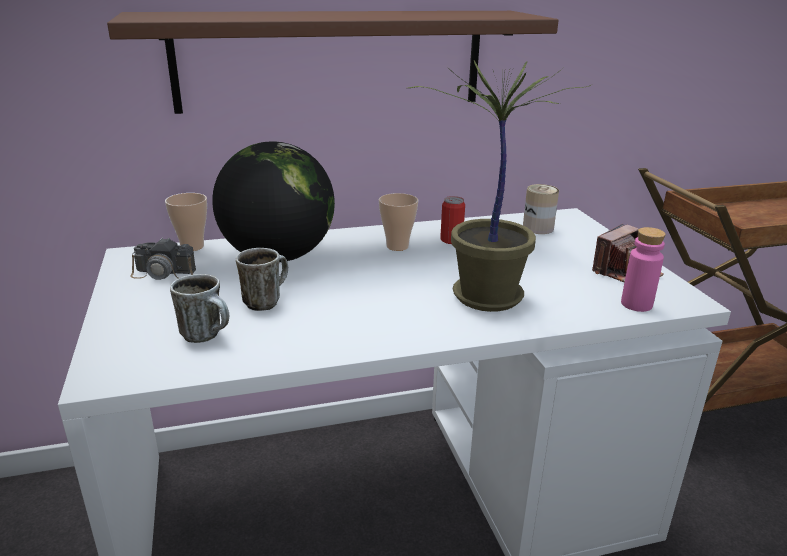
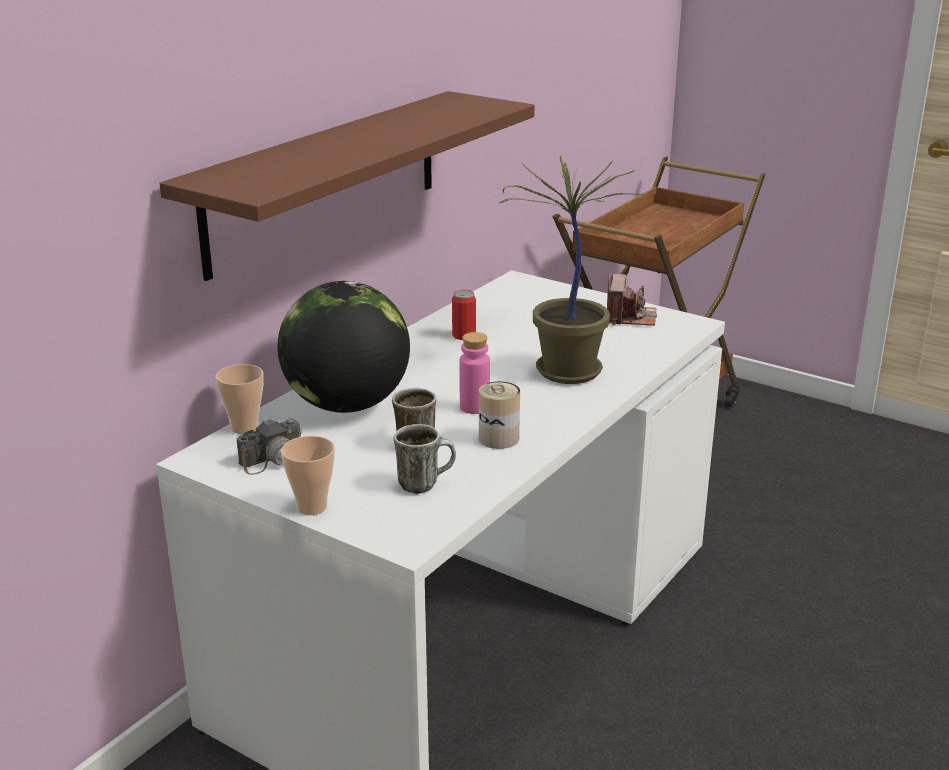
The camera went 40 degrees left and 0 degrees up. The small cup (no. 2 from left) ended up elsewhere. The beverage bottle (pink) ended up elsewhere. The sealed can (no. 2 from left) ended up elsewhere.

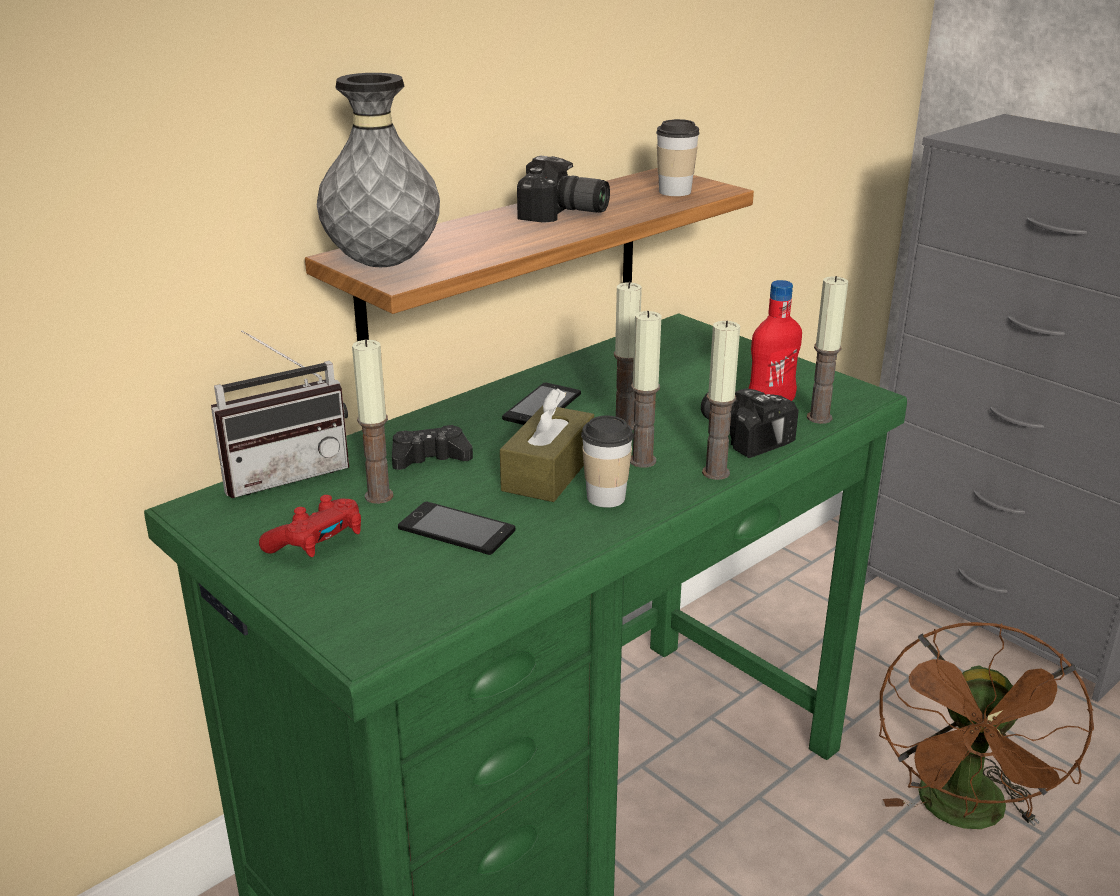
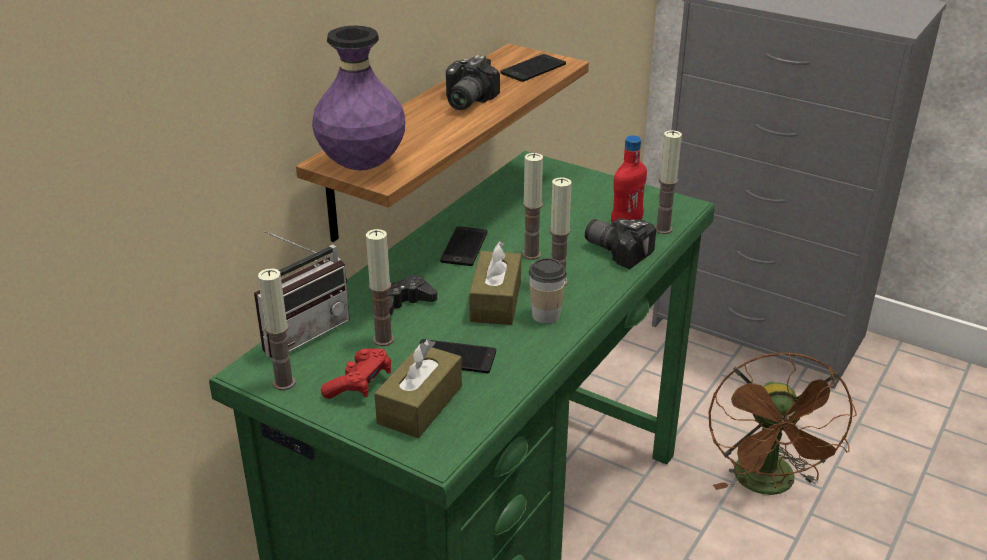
The camera went 15 degrees left and 5 degrees up. The wax light (no. 4 from left in the first image) ended up elsewhere. What was the flower vase (greyish) turned into the flower vase (purple). The second view gained the tissue holder (brown-coloured) (no. 1 from left). The still camera (no. 1 from left) ended up facing another way, 105 degrees clockwise from before. Where the small cup (no. 2 from left) stood, the handset (no. 3 from left) came to stand.

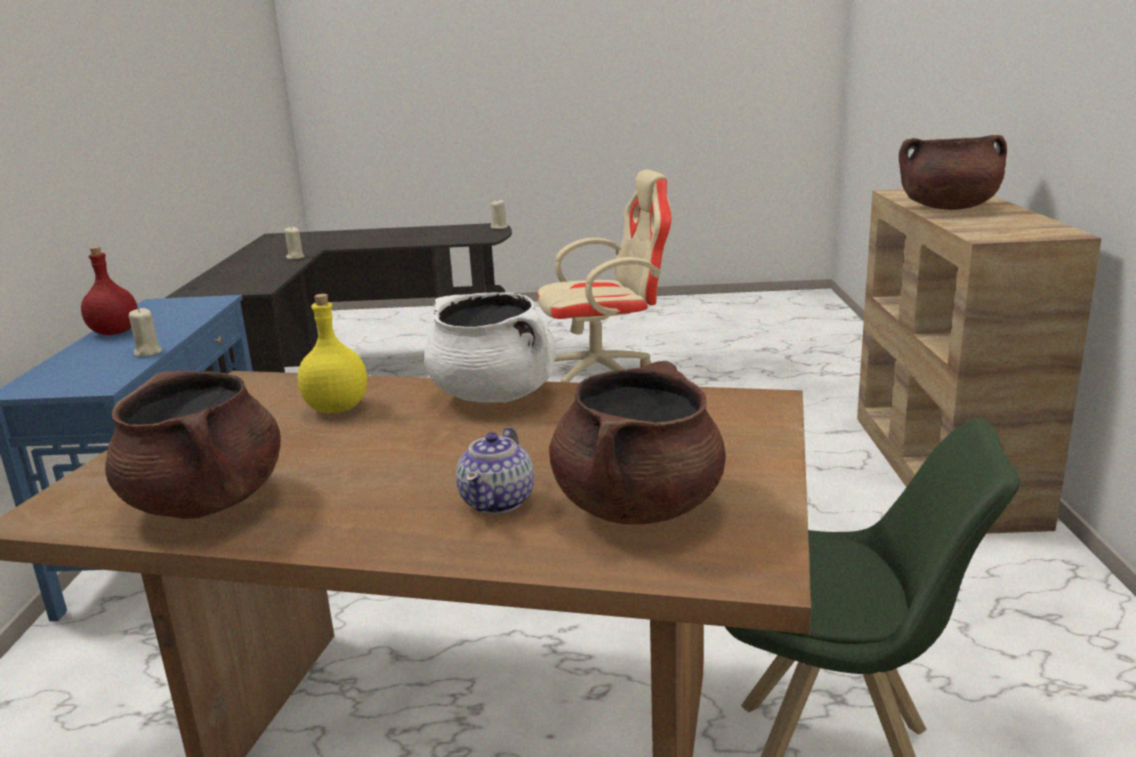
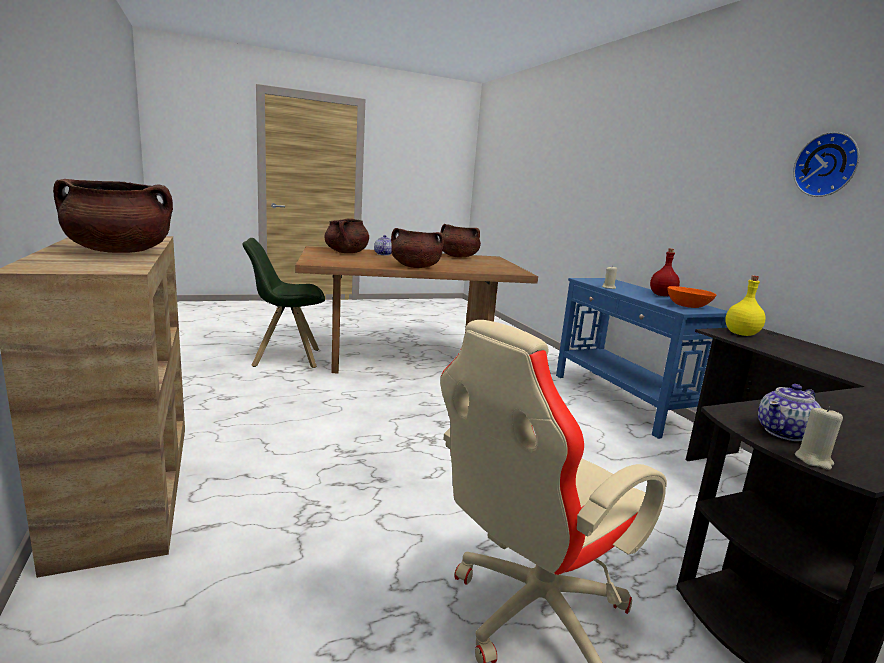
The camera went 155 degrees right and 5 degrees down. What was the cooking pot (white) turned into the cooking pot (brown-coloured) (no. 3 from left). The second view gained the bowl (orange-coloured). The beverage bottle (yellowish) ended up elsewhere. The second view gained the tea pot (no. 2 from left). The second view gained the wall clock. The second view lost the wax light (sand-coloured) (no. 2 from left).

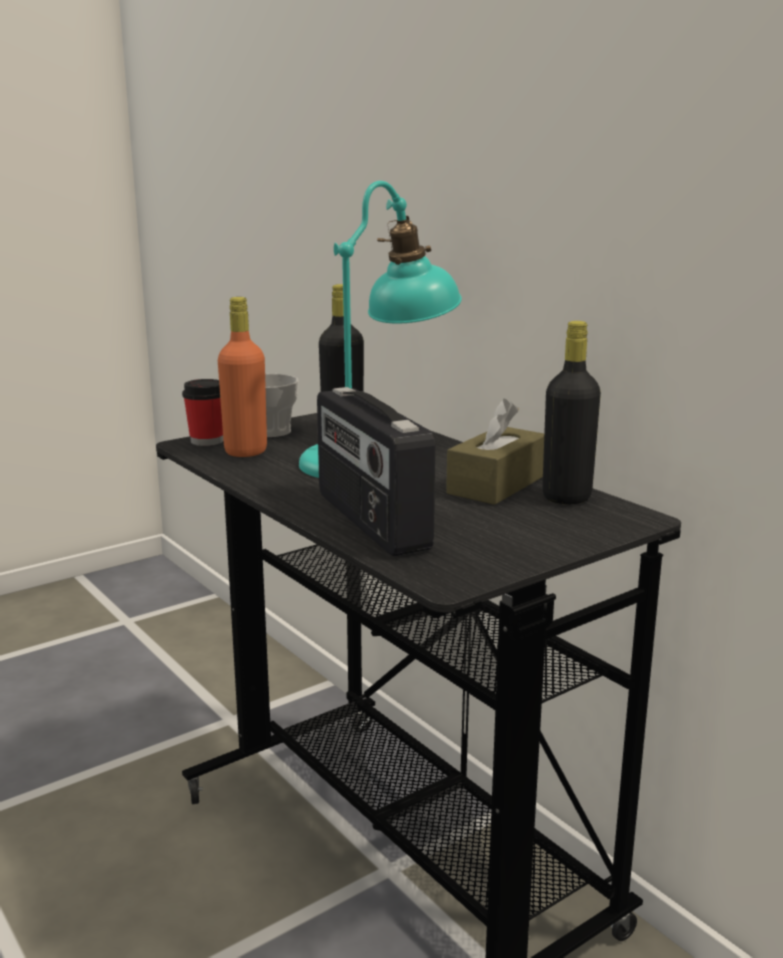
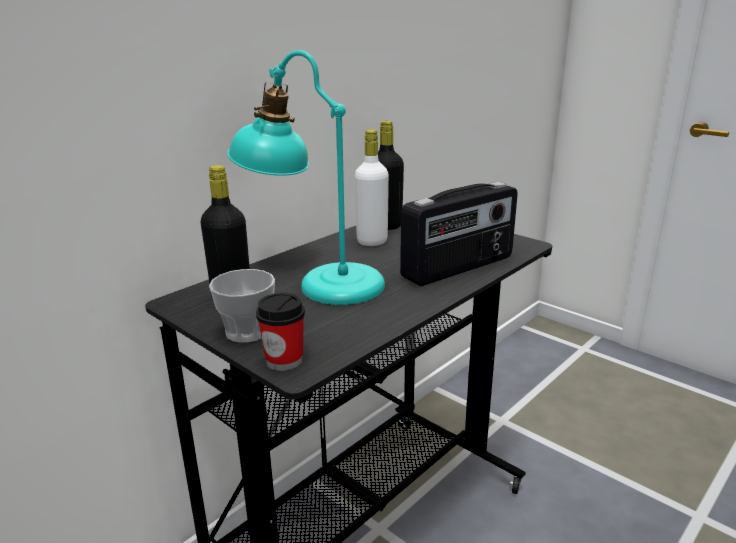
The camera went 100 degrees left and 5 degrees up. Where the tissue holder (brown-coloured) stood, the beverage bottle (white) came to stand. The second view lost the beverage bottle (orange-coloured).

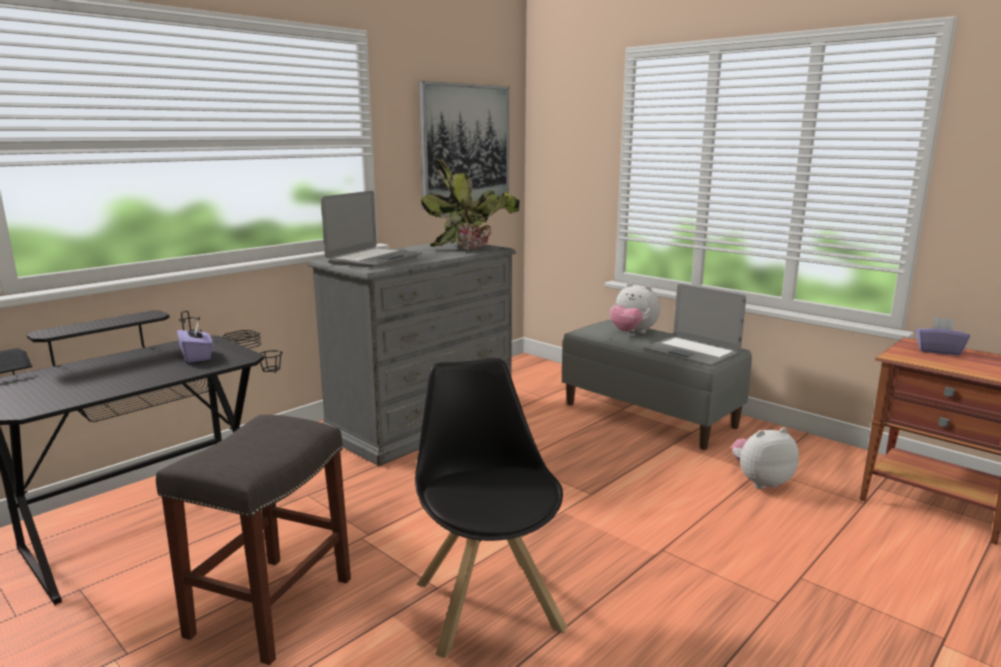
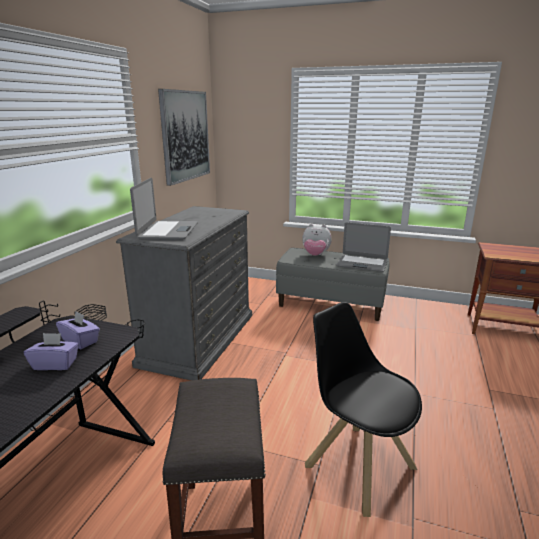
The camera went 25 degrees left and 5 degrees up. The tissue holder (purple) (no. 2 from left in the first image) ended up elsewhere. The second view lost the plant in a pot. The second view lost the cuddly toy (no. 2 from left).

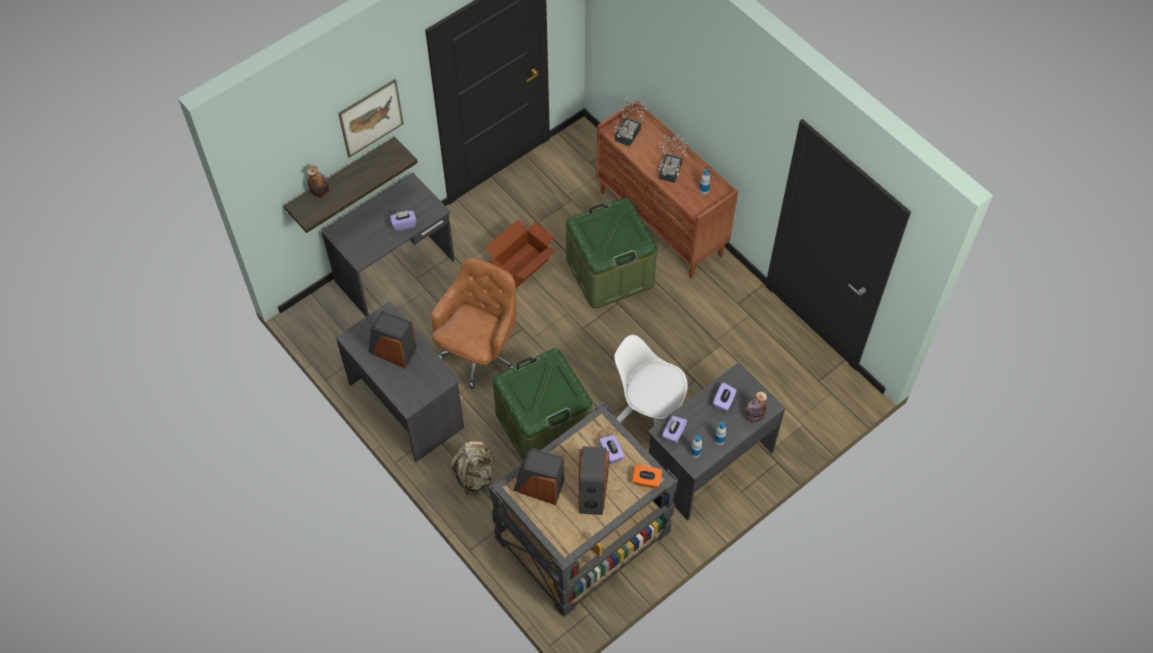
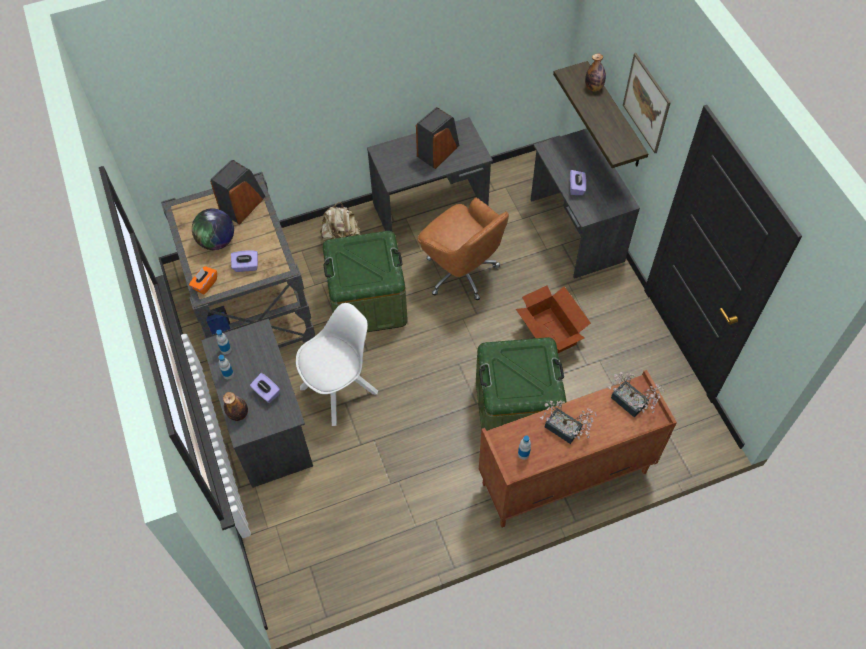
The camera went 110 degrees right and 0 degrees up. Where the speaker (no. 3 from left) stood, the globe came to stand. The second view lost the tissue holder (purple) (no. 3 from left).

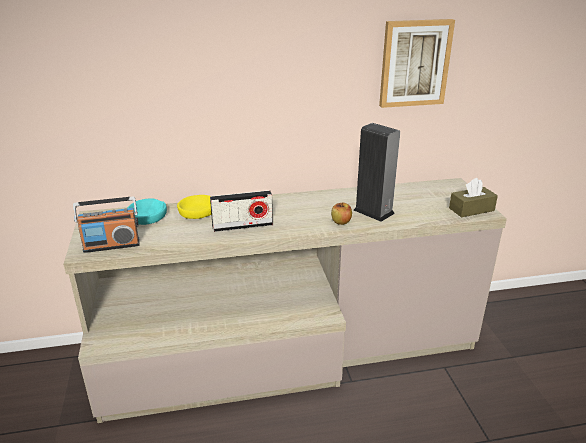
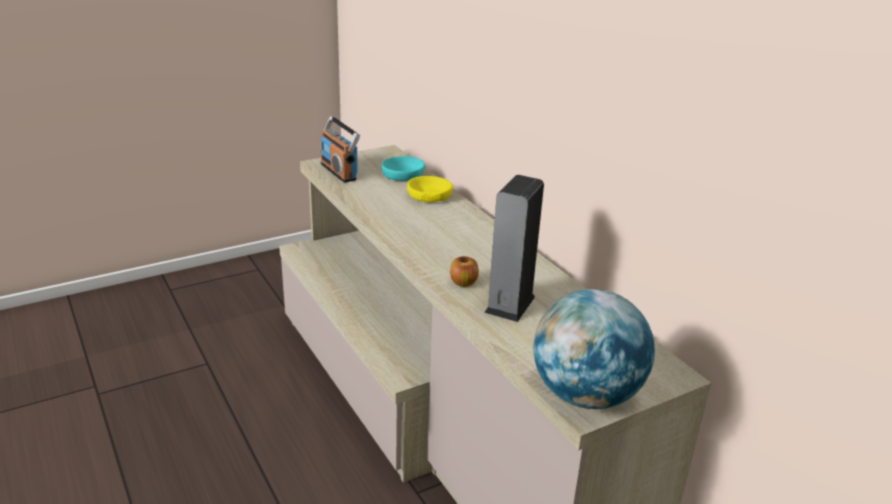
The camera went 70 degrees right and 0 degrees up. Where the tissue holder (brown-coloured) stood, the globe came to stand. The second view lost the radio (no. 2 from left). The second view lost the wall art.

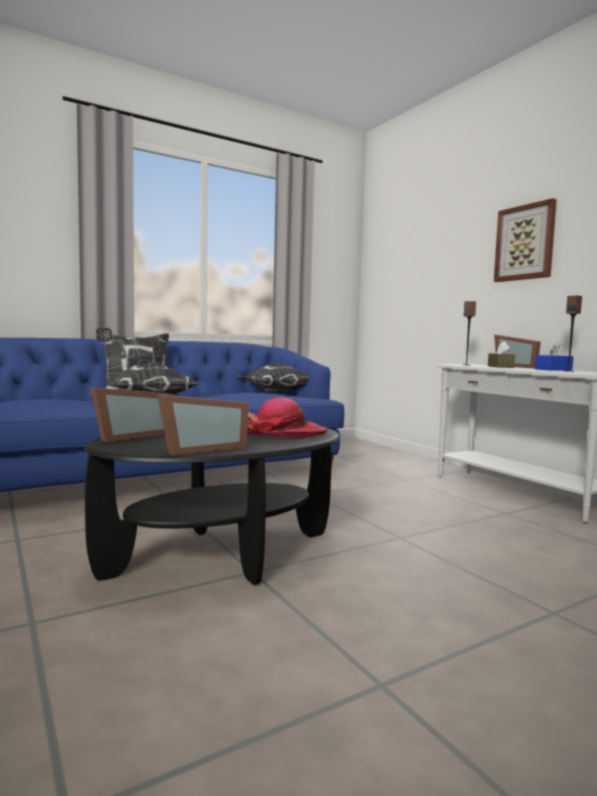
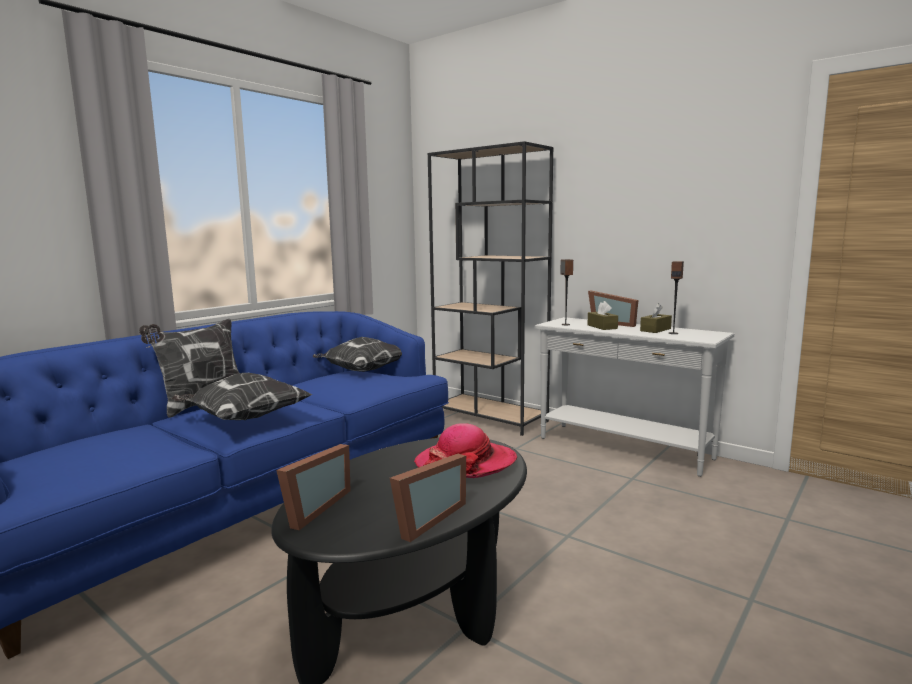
The camera went 20 degrees left and 5 degrees up. The second view gained the shelving unit. What was the tissue holder (bluish) turned into the tissue holder (brown-coloured) (no. 2 from left). The second view lost the wall art.

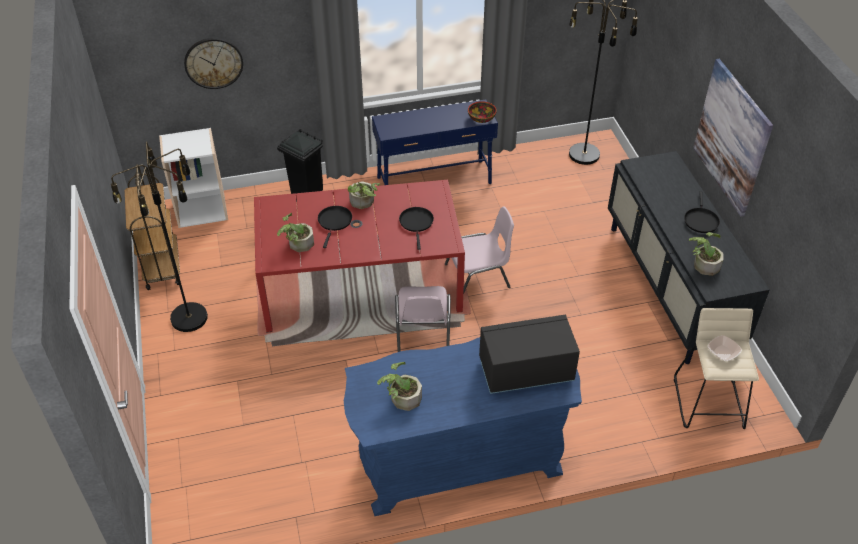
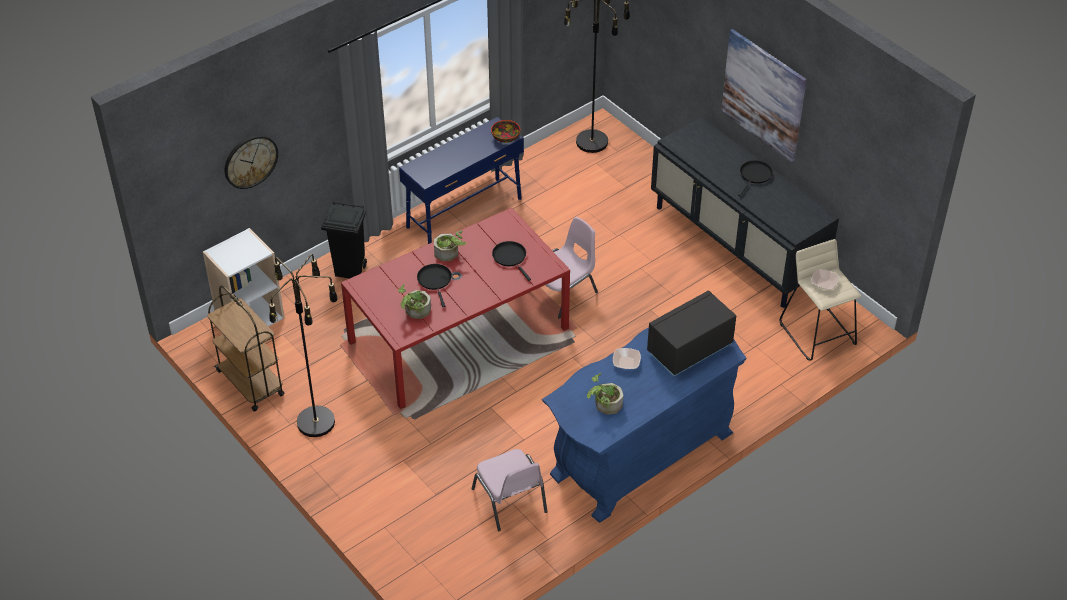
The camera went 25 degrees left and 0 degrees up. The upright chair (pink) (no. 1 from left) ended up elsewhere. The second view gained the bowl (no. 2 from left). The skillet (blackish) (no. 3 from left) ended up facing another way, 135 degrees counterclockwise from before. The second view lost the plant in a pot (no. 4 from left).

